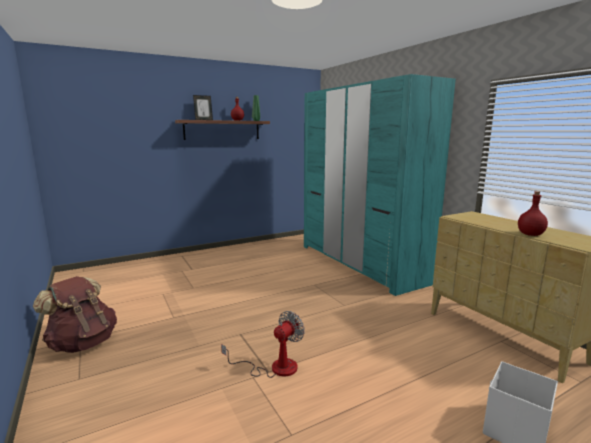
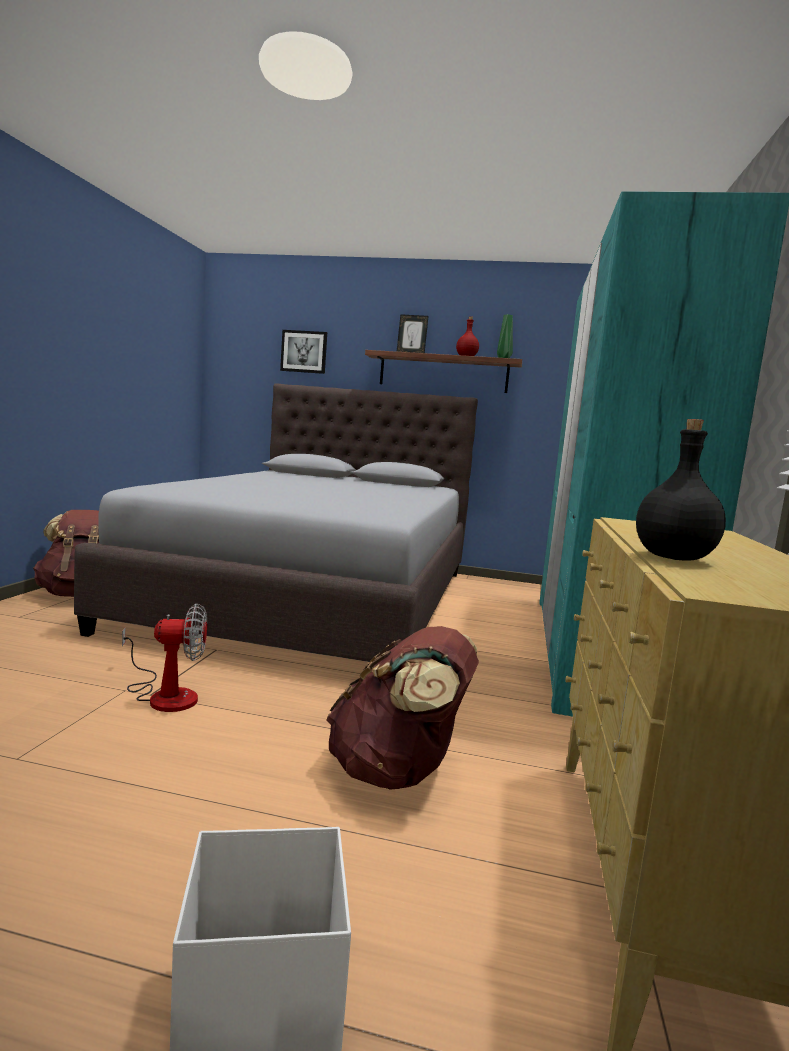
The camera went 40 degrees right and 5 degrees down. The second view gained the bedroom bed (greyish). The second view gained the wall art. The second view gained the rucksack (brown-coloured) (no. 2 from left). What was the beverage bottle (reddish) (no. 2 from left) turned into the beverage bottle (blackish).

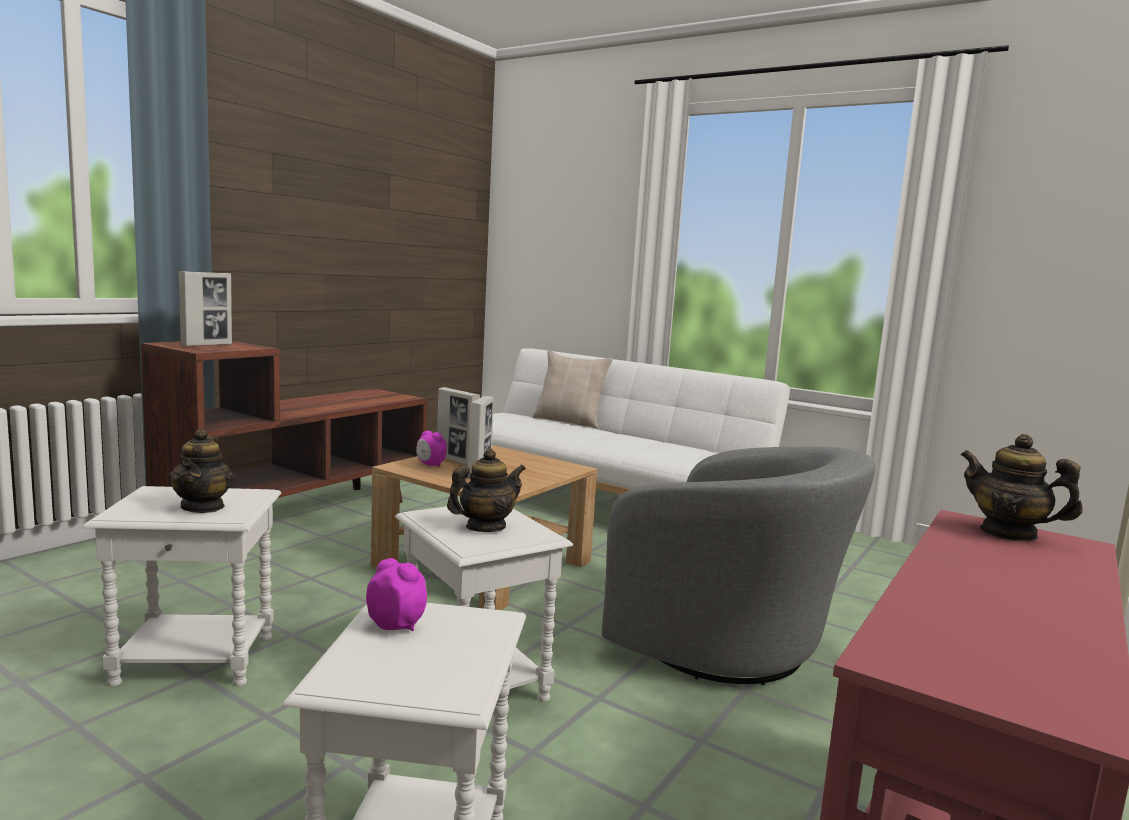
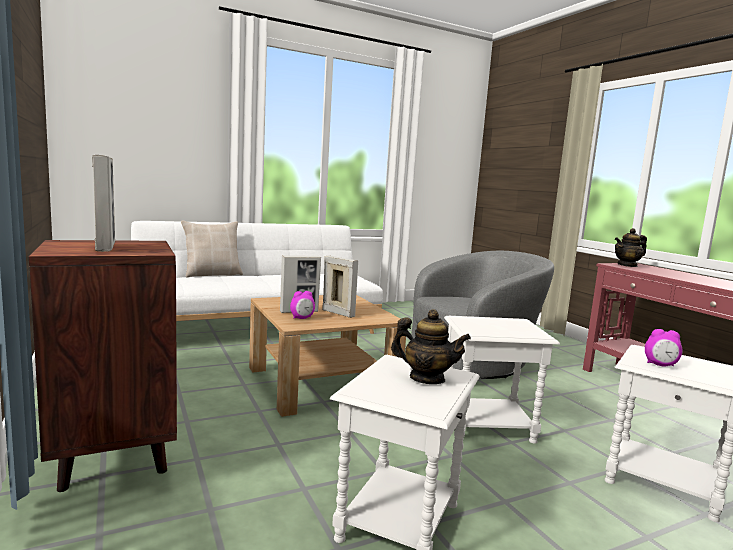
The camera went 60 degrees left and 0 degrees up. The table clock (no. 1 from left in the first image) ended up facing another way, 135 degrees counterclockwise from before. The second view lost the tea pot (no. 2 from left).

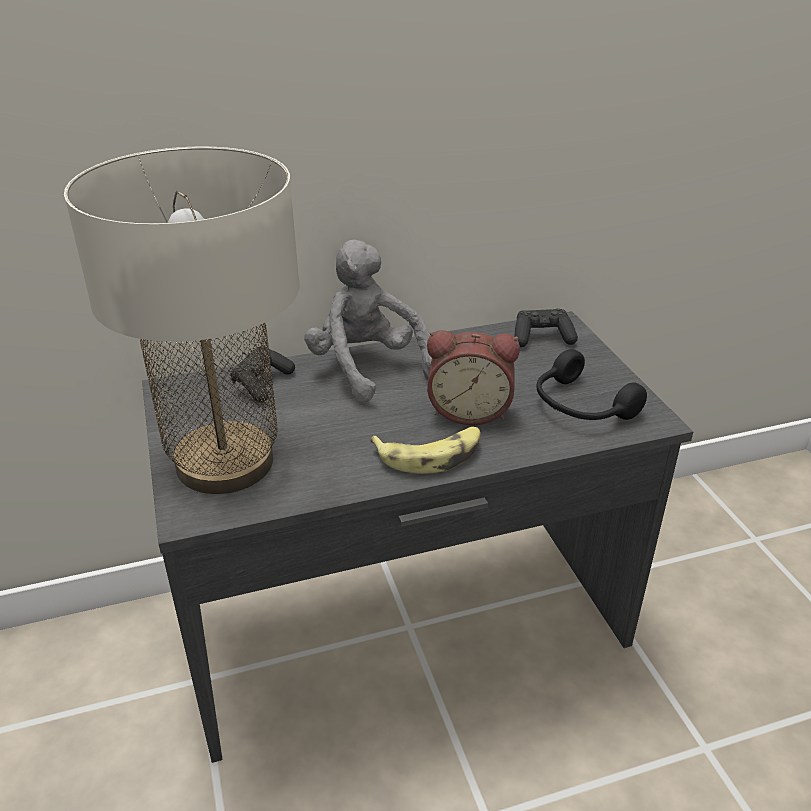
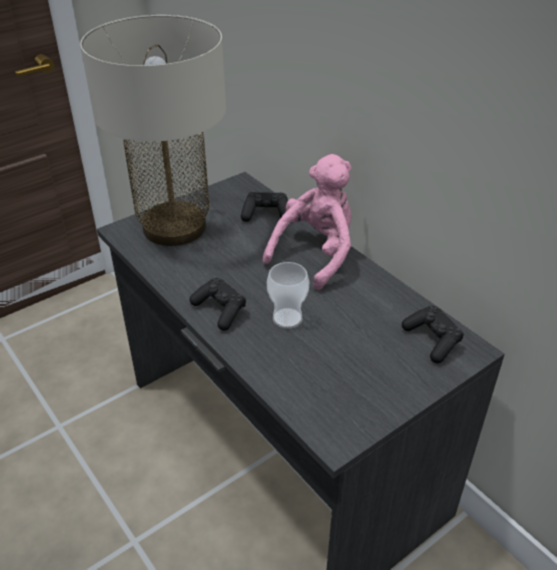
The camera went 70 degrees right and 5 degrees up. Where the whole banana stood, the game controller (blackish) (no. 1 from left) came to stand. What was the cuddly toy (greyish) turned into the cuddly toy (pink). Where the table clock stood, the small cup came to stand. The second view lost the headset (blackish).

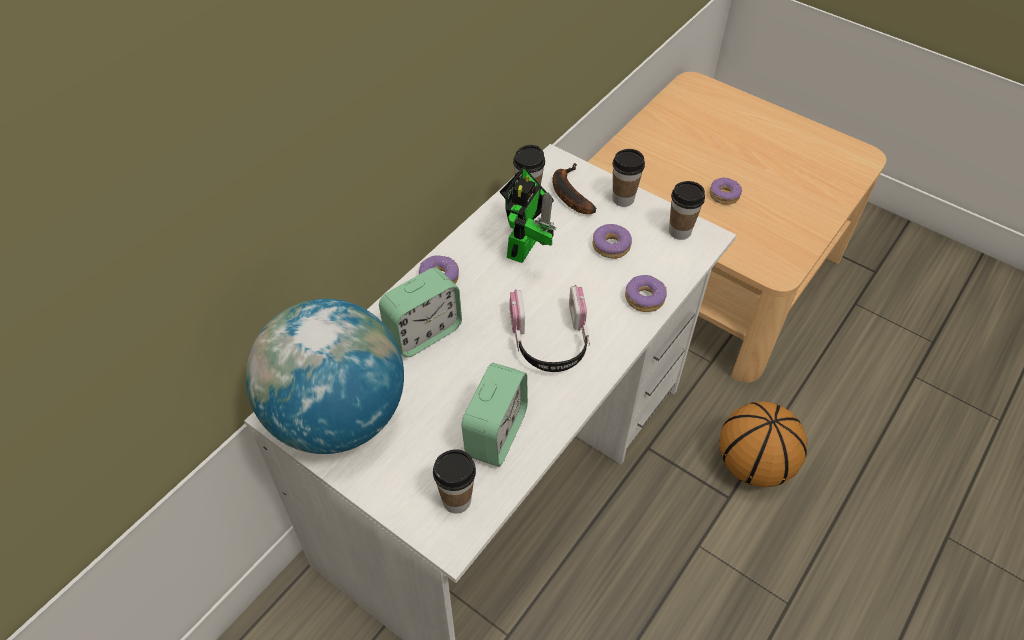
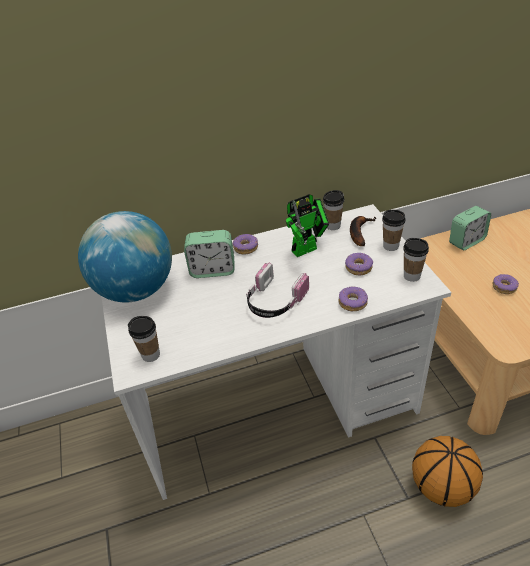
The camera went 40 degrees right and 10 degrees down. The table clock (no. 2 from left) ended up elsewhere.

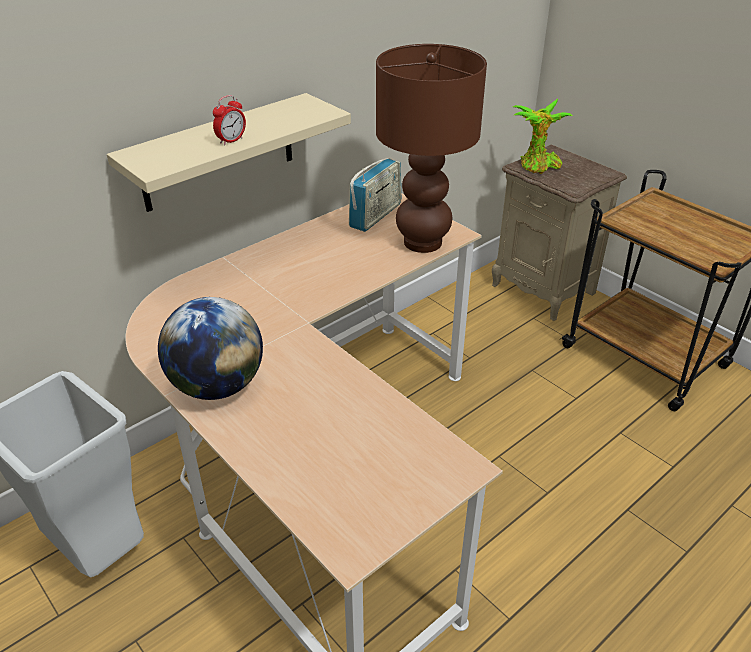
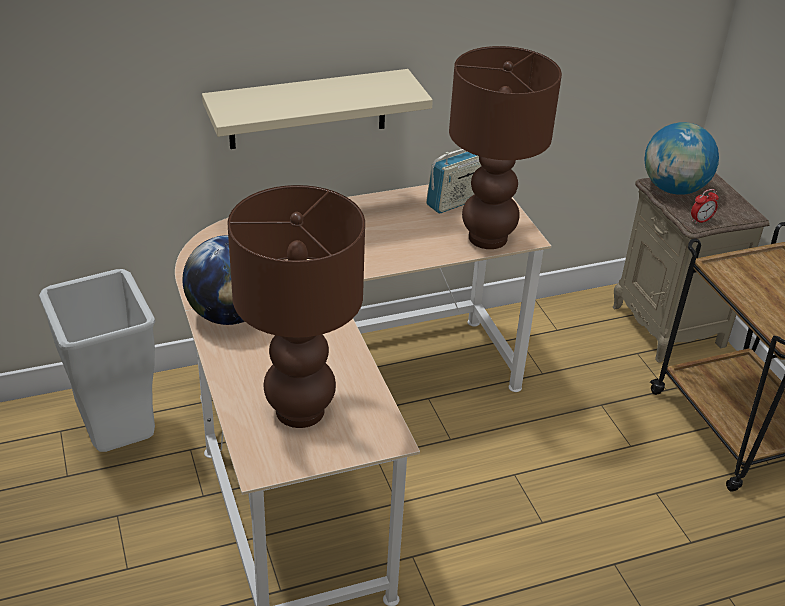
The camera went 20 degrees right and 0 degrees up. The second view gained the table lamp (brown-coloured) (no. 1 from left). Where the plant in a pot stood, the globe (no. 2 from left) came to stand. The table clock ended up elsewhere.

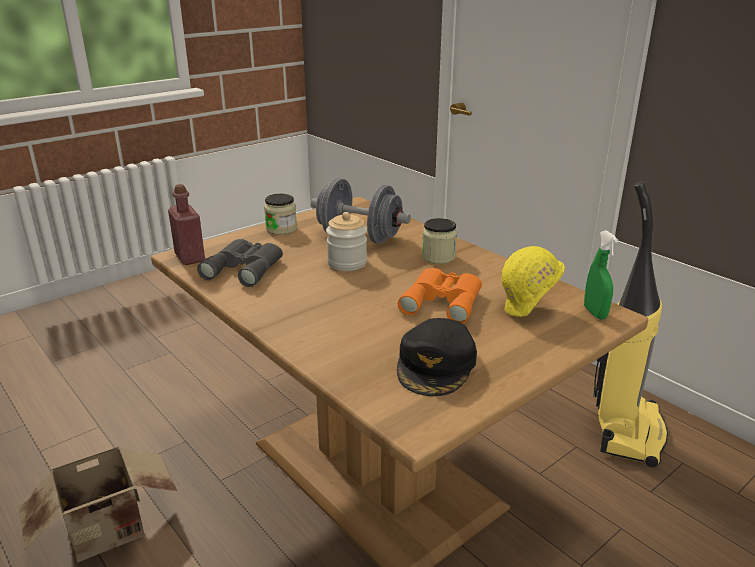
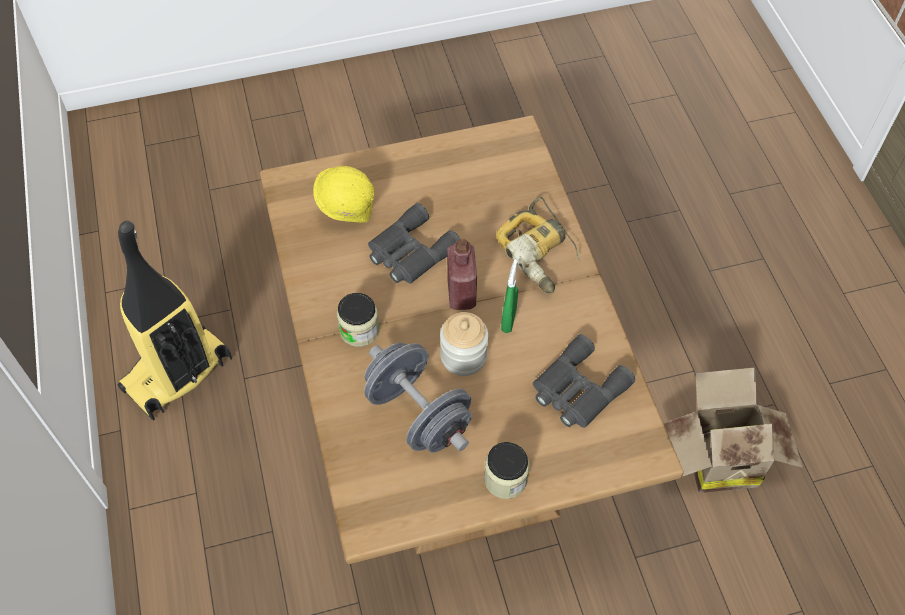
The camera went 155 degrees left and 30 degrees up. What was the pair of binoculars (orange-coloured) turned into the pair of binoculars (greyish) (no. 1 from left). The beverage bottle (reddish) ended up elsewhere. The second view gained the drill. The sprayer (green) ended up elsewhere. The second view lost the baseball cap (blackish).

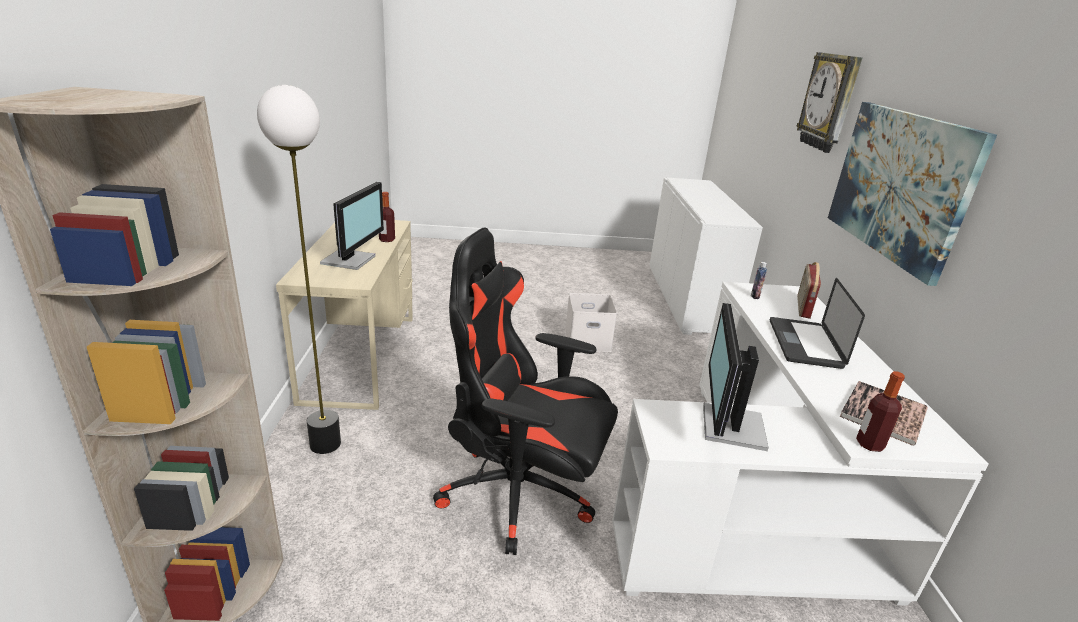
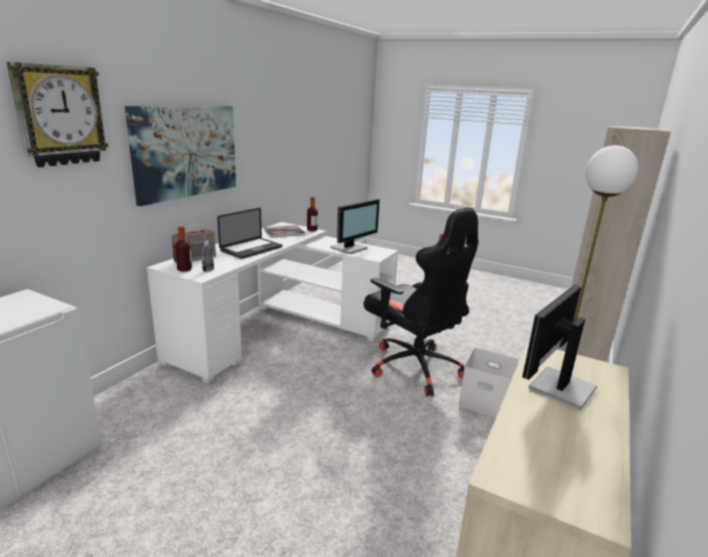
The camera went 150 degrees left and 5 degrees down. The beverage bottle (no. 1 from left) ended up elsewhere. The storage bin (white) ended up elsewhere.

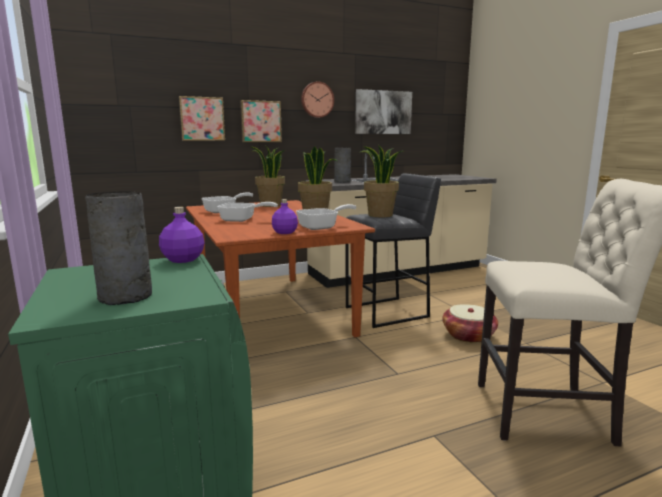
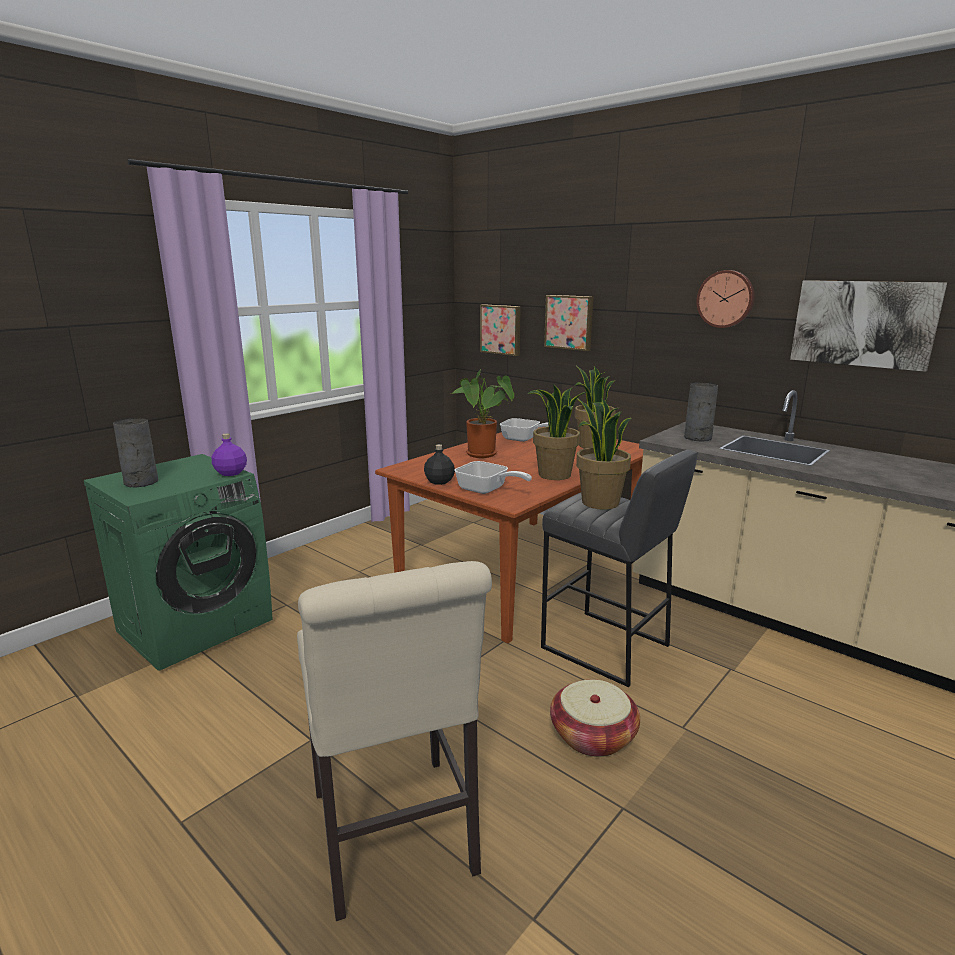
The camera went 65 degrees right and 5 degrees up. What was the beverage bottle (purple) (no. 2 from left) turned into the beverage bottle (blackish). Where the skillet (no. 2 from left) stood, the plant in a pot (no. 1 from left) came to stand. The wall art (no. 2 from left in the first image) ended up elsewhere.

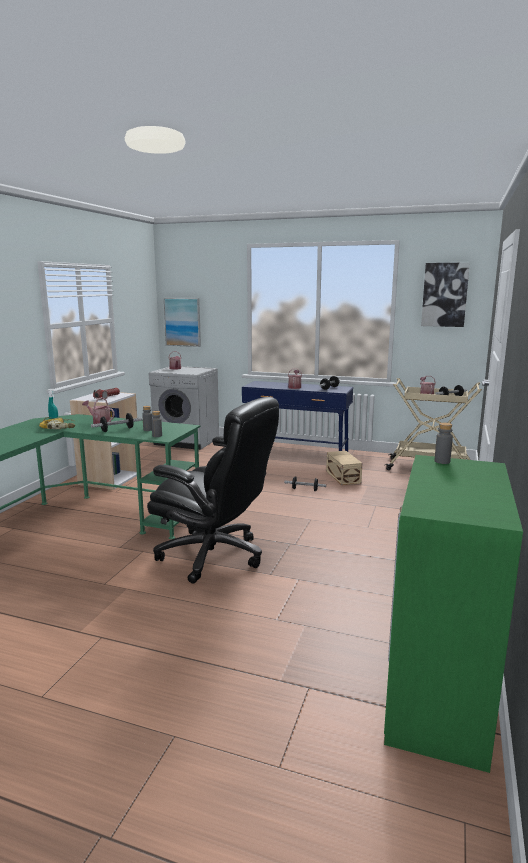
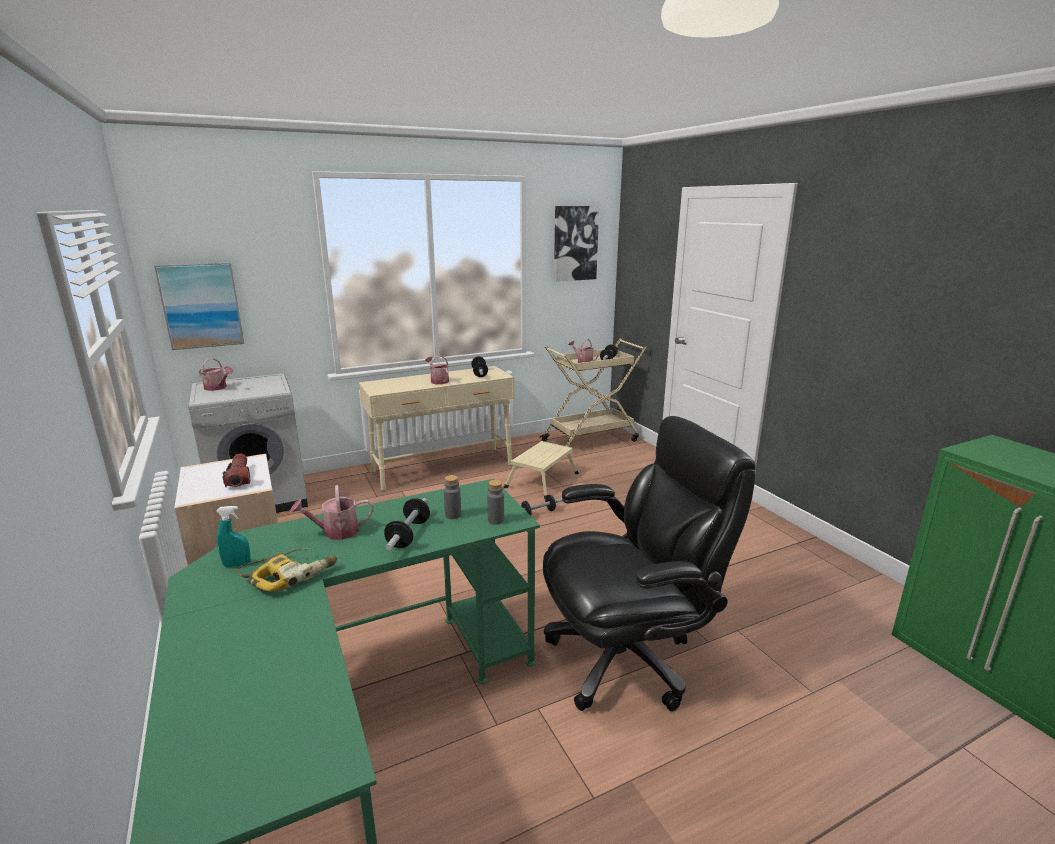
The camera went 45 degrees left and 5 degrees up. What was the narrow table (bluish) turned into the narrow table (sand-coloured). Where the storage bin (sand-coloured) stood, the step ladder (sand-coloured) came to stand. The second view lost the beverage bottle (greyish) (no. 3 from left).

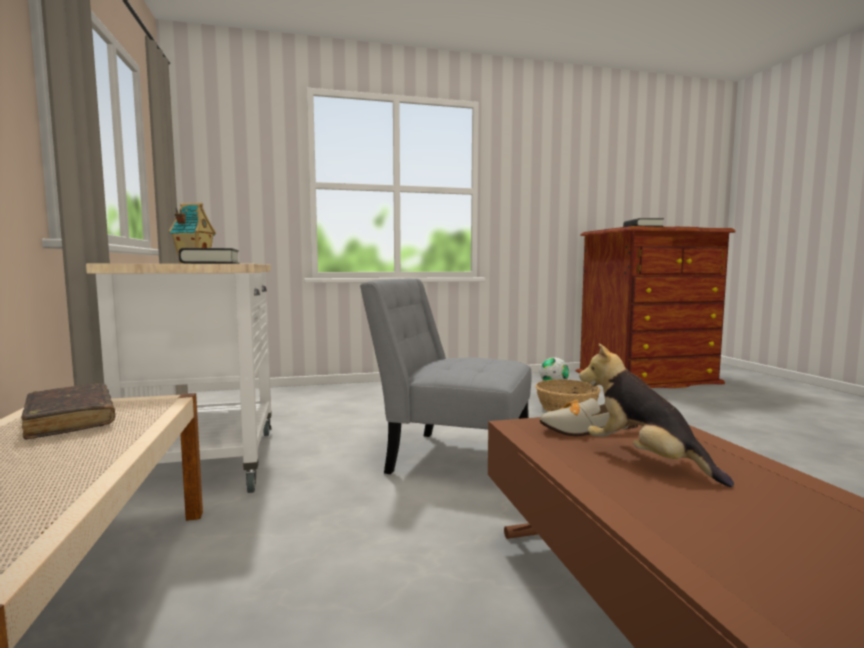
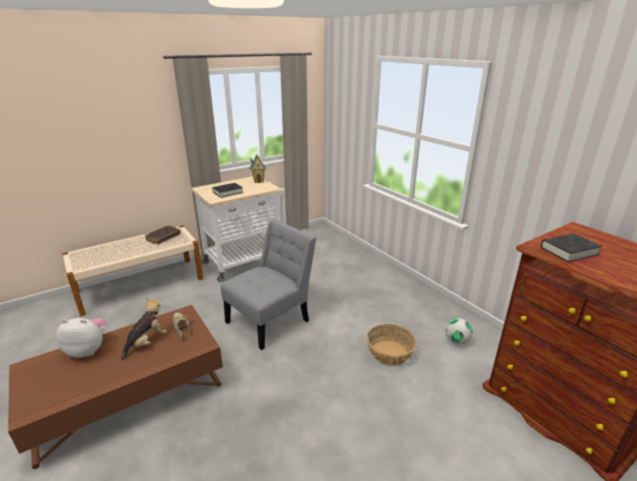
The camera went 70 degrees right and 20 degrees up. The second view gained the cuddly toy (no. 1 from left). The upright chair (greyish) ended up facing another way, 45 degrees clockwise from before.

